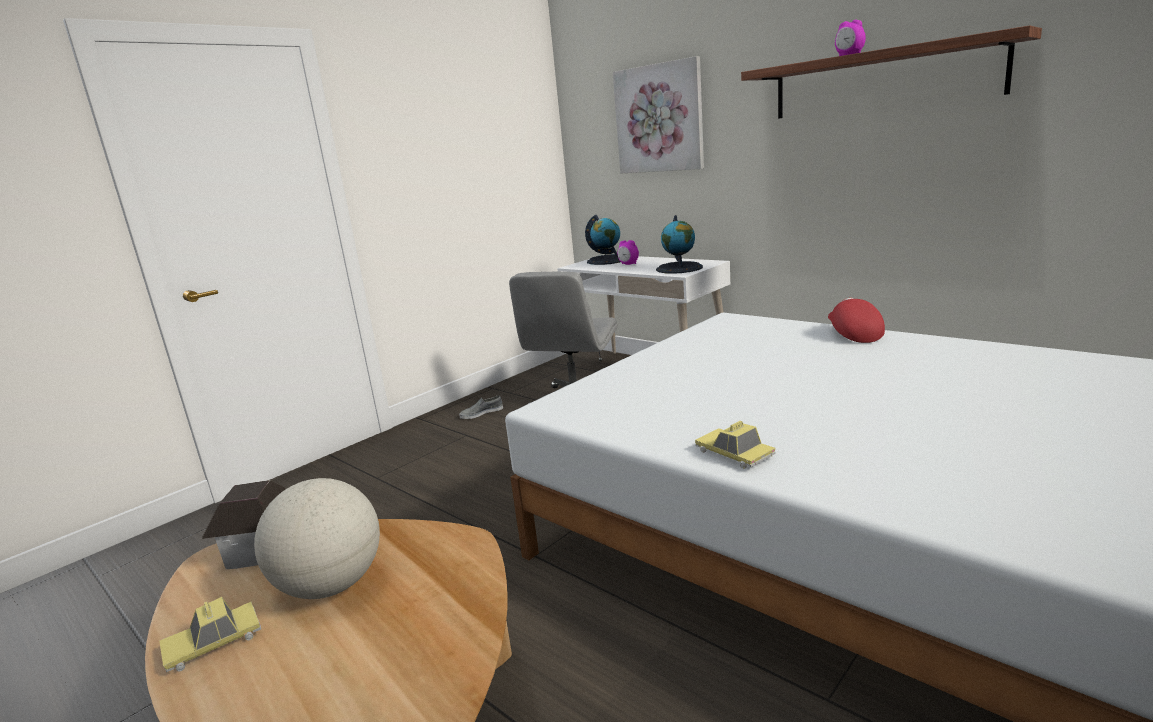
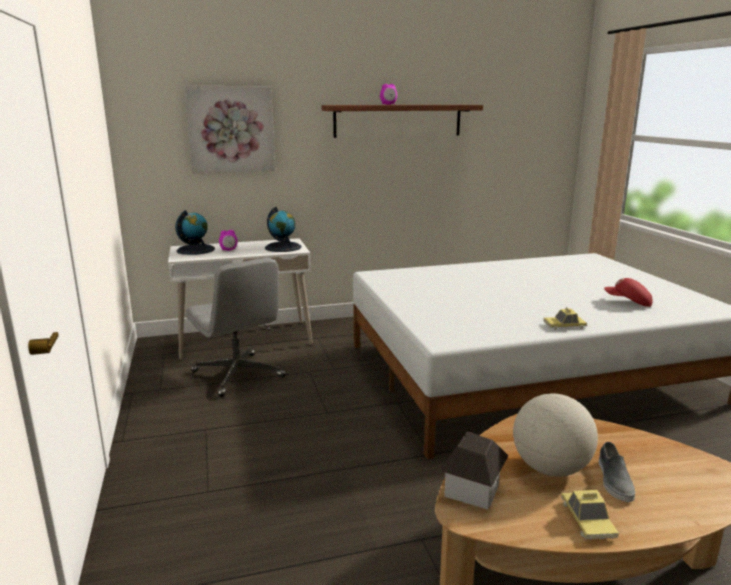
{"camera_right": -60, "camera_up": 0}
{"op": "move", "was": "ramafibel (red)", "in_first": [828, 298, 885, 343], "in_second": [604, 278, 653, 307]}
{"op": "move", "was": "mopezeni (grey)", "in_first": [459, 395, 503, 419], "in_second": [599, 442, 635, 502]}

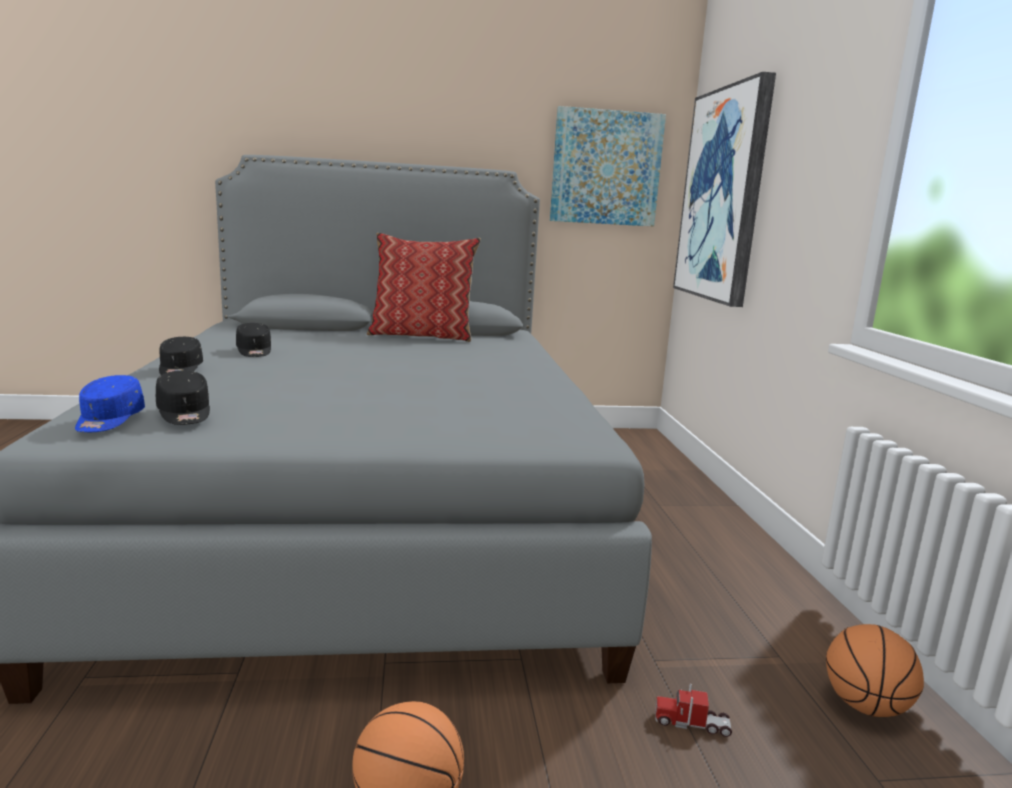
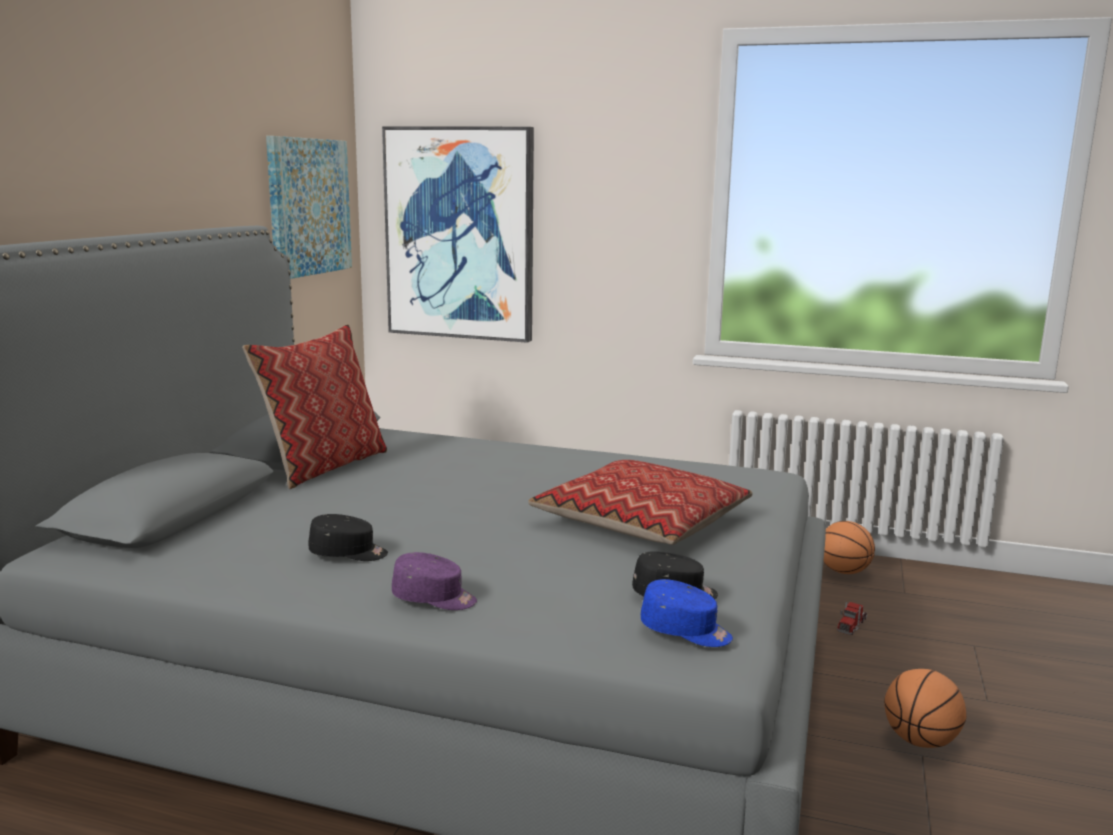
{"camera_right": -65, "camera_up": 0}
{"op": "recolor", "was": "ramafibel (black)", "now": "ramafibel (purple)", "in_first": [159, 337, 203, 375], "in_second": [392, 552, 477, 610]}
{"op": "insert", "now": "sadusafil", "in_second": [528, 460, 753, 545]}

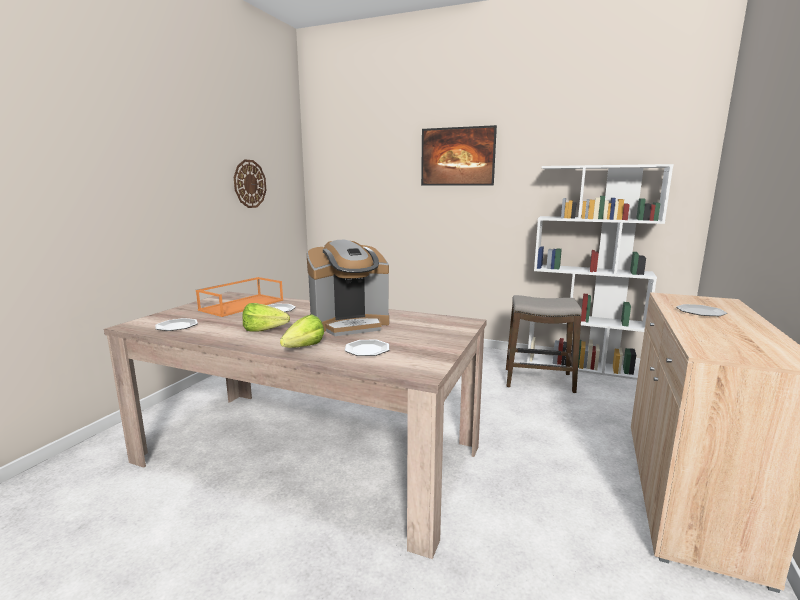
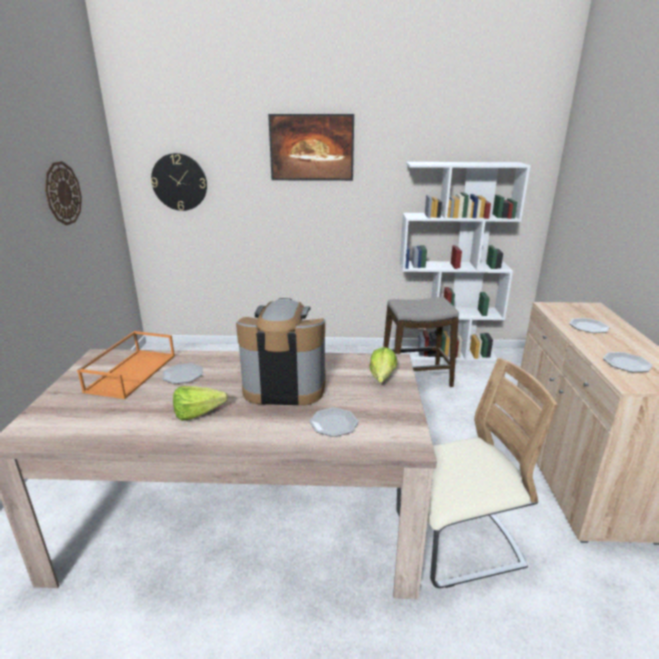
{"camera_right": -20, "camera_up": 10}
{"op": "rotate", "was": "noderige", "in_first": [307, 240, 389, 336], "in_second": [236, 298, 325, 405], "clockwise": -135}
{"op": "move", "was": "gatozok", "in_first": [280, 314, 324, 348], "in_second": [370, 347, 397, 383]}
{"op": "move", "was": "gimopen", "in_first": [155, 318, 198, 331], "in_second": [603, 352, 652, 372]}
{"op": "insert", "now": "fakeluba", "in_second": [151, 153, 207, 211]}
{"op": "insert", "now": "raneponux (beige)", "in_second": [396, 358, 557, 588]}

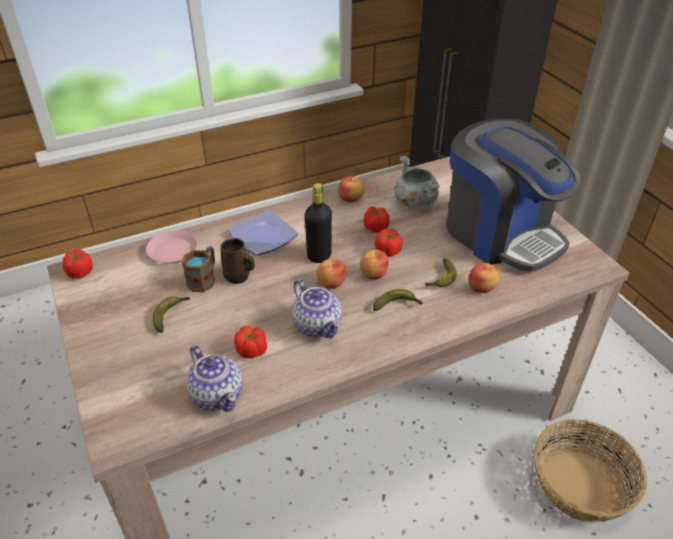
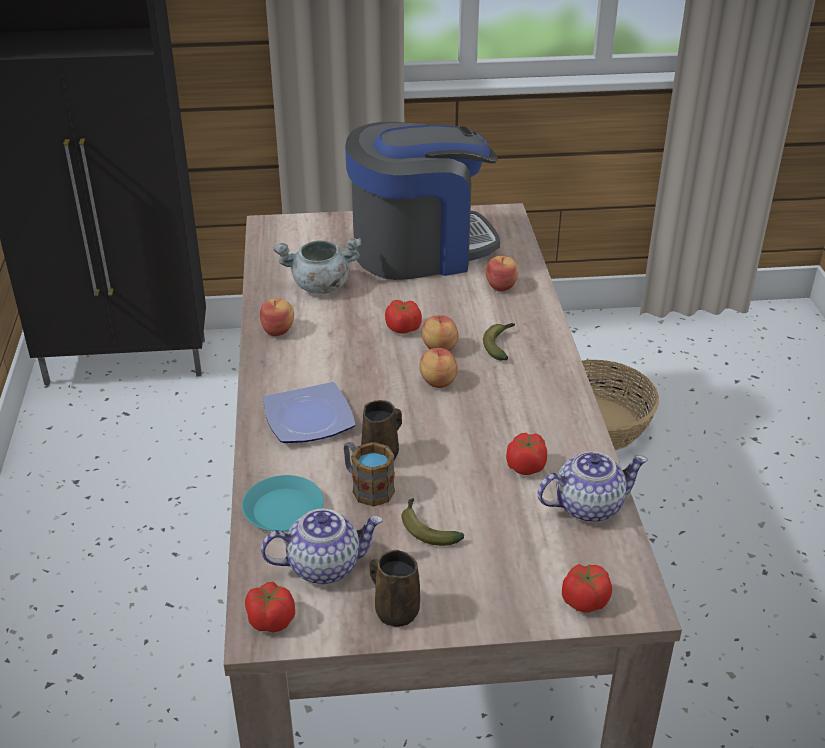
{"camera_right": -70, "camera_up": -5}
{"op": "delete", "was": "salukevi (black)", "in_first": [305, 183, 332, 263]}
{"op": "move", "was": "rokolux", "in_first": [364, 206, 390, 233], "in_second": [562, 564, 612, 613]}
{"op": "recolor", "was": "gimopen (pink)", "now": "gimopen (turquoise)", "in_first": [146, 230, 198, 264], "in_second": [242, 475, 324, 532]}
{"op": "delete", "was": "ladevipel", "in_first": [425, 258, 457, 287]}
{"op": "move", "was": "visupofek", "in_first": [292, 279, 342, 338], "in_second": [261, 509, 383, 584]}
{"op": "insert", "now": "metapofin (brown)", "in_second": [370, 550, 420, 627]}

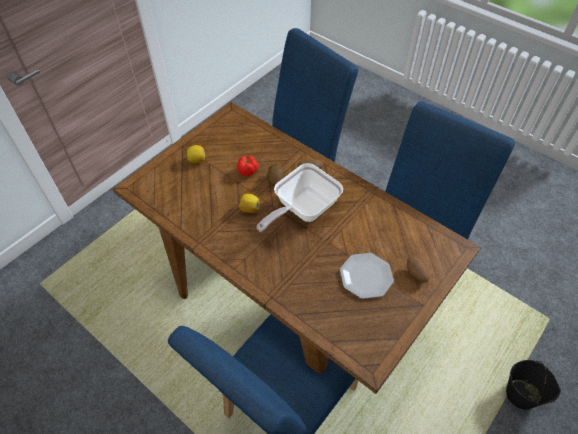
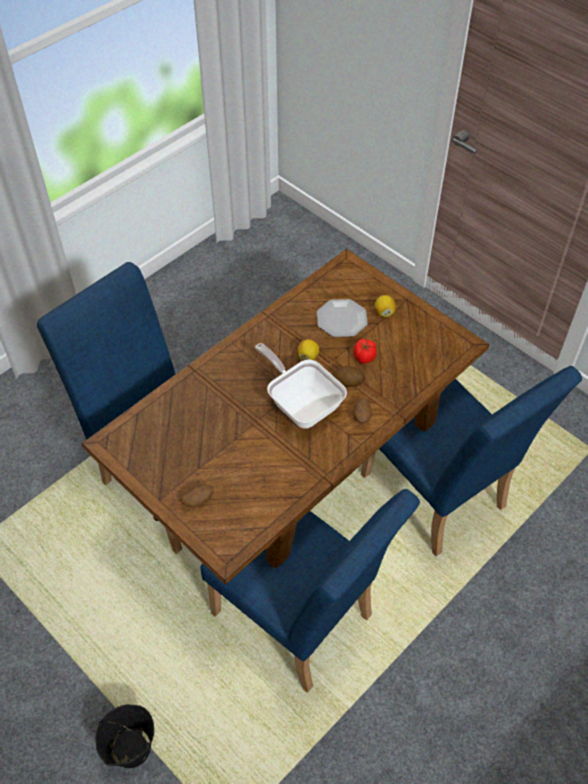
{"camera_right": 95, "camera_up": 0}
{"op": "move", "was": "gimopen", "in_first": [340, 253, 394, 299], "in_second": [317, 299, 368, 337]}

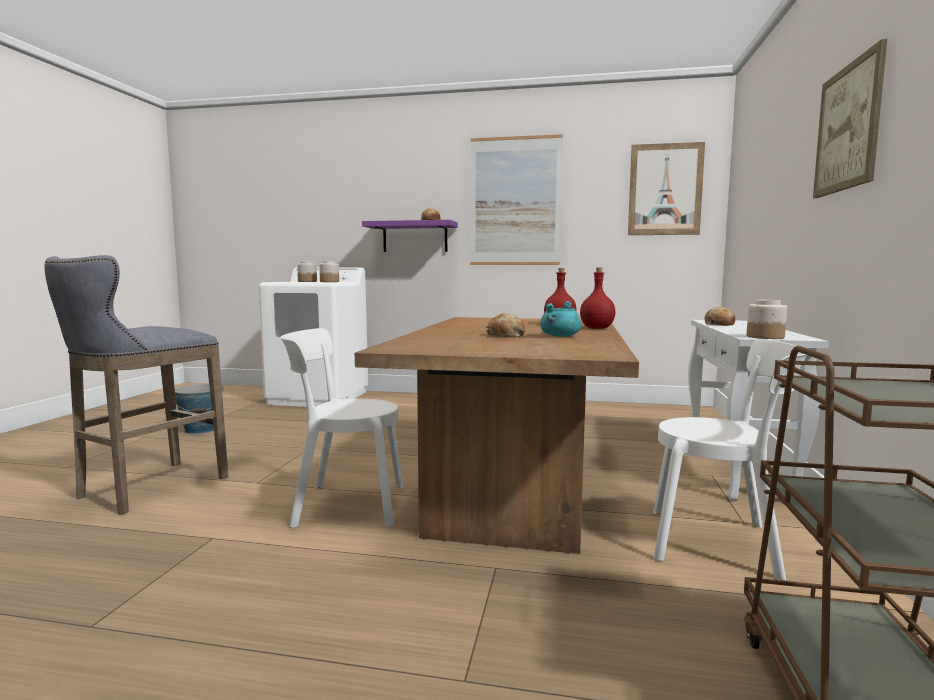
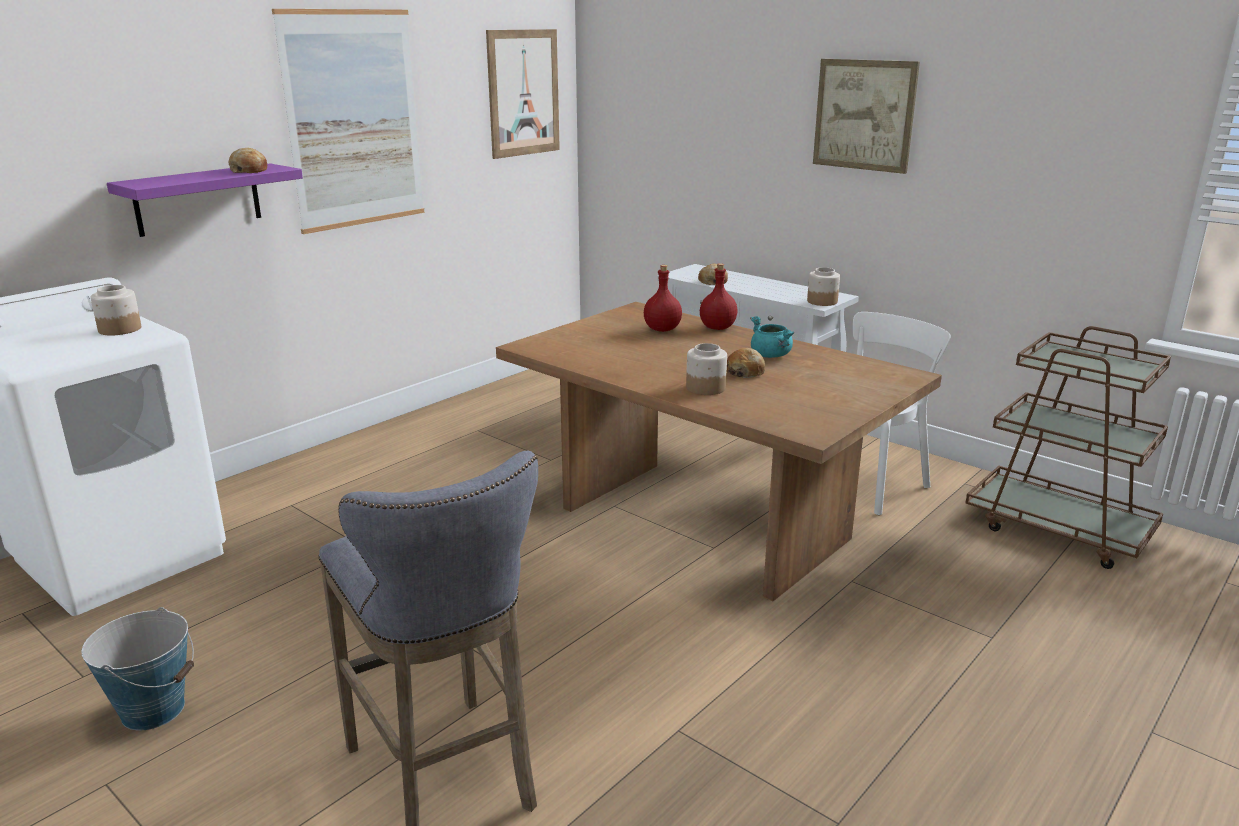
{"camera_right": -60, "camera_up": 15}
{"op": "move", "was": "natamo", "in_first": [297, 261, 317, 282], "in_second": [686, 343, 727, 395]}
{"op": "delete", "was": "raneponux (white)", "in_first": [280, 328, 404, 528]}

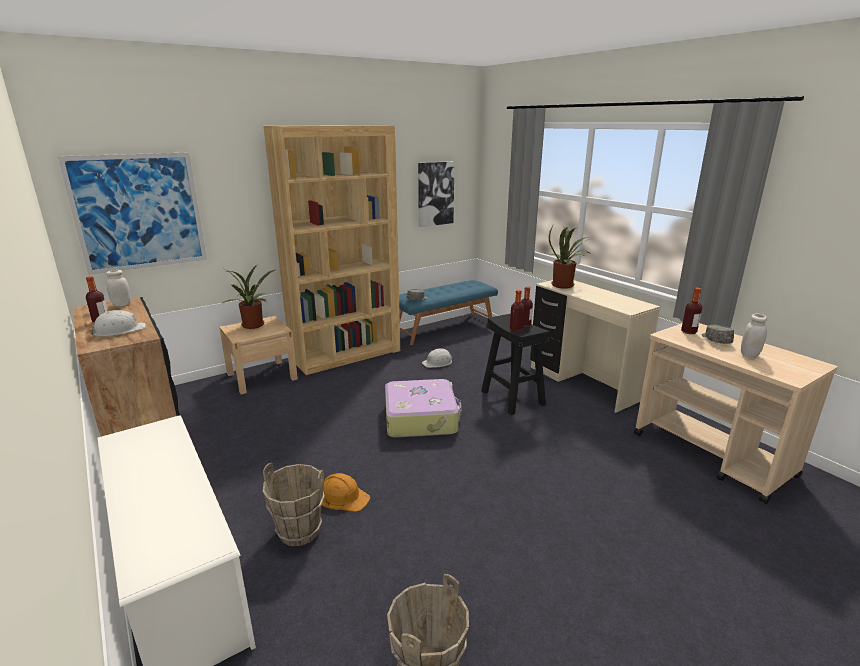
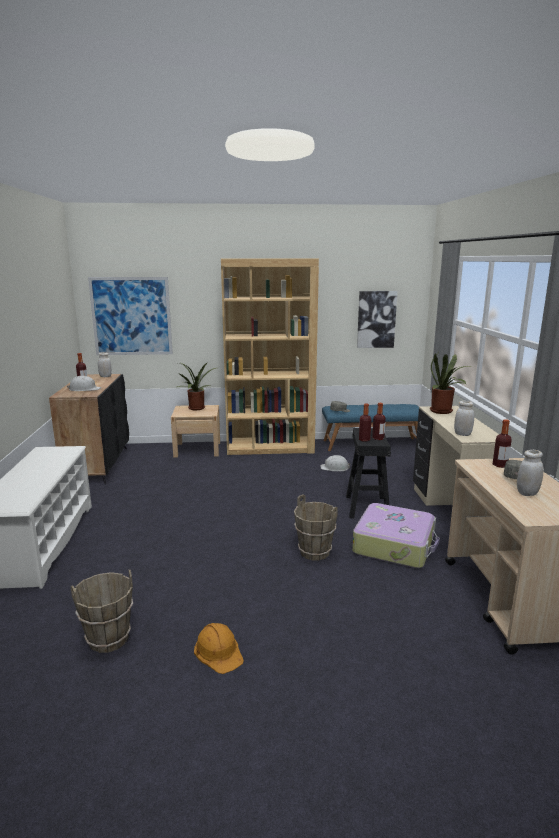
{"camera_right": 30, "camera_up": -5}
{"op": "move", "was": "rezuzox", "in_first": [385, 379, 462, 438], "in_second": [352, 503, 440, 568]}
{"op": "move", "was": "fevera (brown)", "in_first": [262, 463, 325, 546], "in_second": [294, 494, 338, 560]}
{"op": "move", "was": "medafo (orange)", "in_first": [322, 473, 370, 512], "in_second": [194, 623, 244, 674]}
{"op": "insert", "now": "natamo (white)", "in_second": [454, 401, 475, 436]}

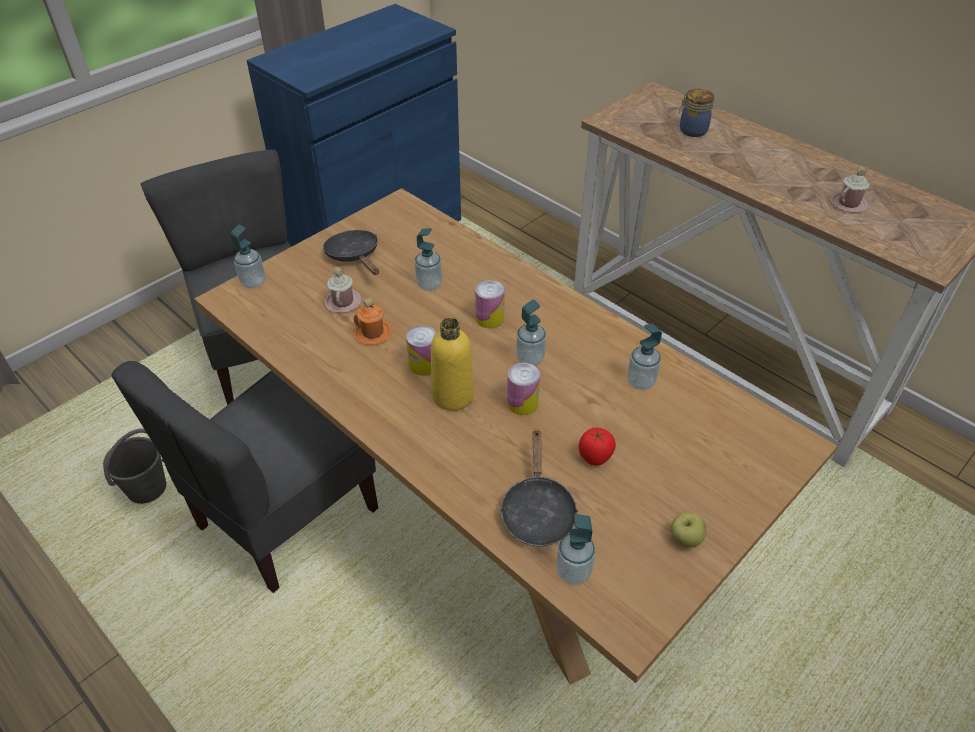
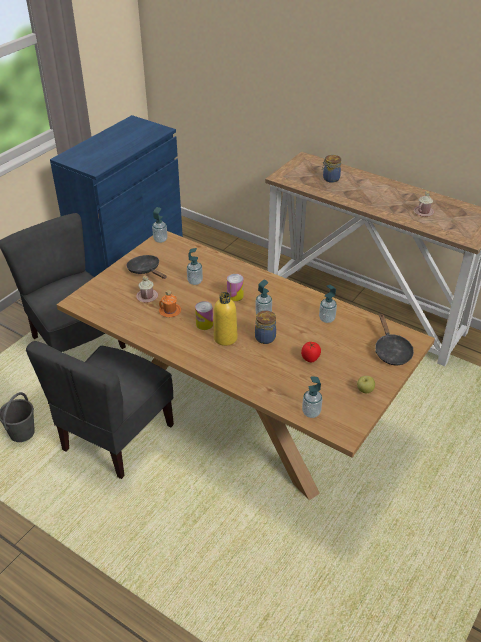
{"camera_right": -10, "camera_up": -5}
{"op": "move", "was": "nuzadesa", "in_first": [231, 225, 265, 288], "in_second": [152, 207, 167, 243]}
{"op": "replace", "was": "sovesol", "now": "natamo", "in_first": [507, 363, 540, 415], "in_second": [255, 310, 276, 344]}
{"op": "move", "was": "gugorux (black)", "in_first": [500, 429, 578, 547], "in_second": [375, 314, 414, 365]}

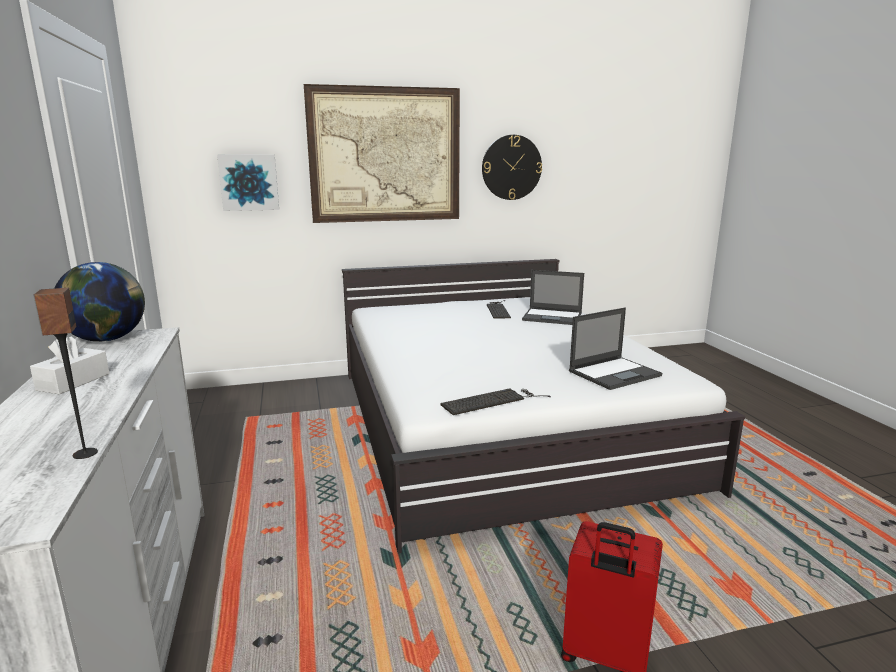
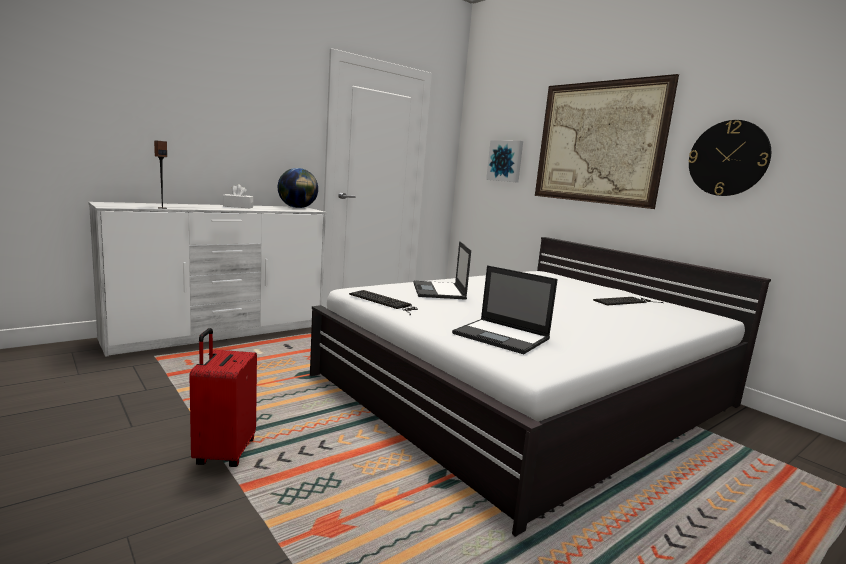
{"camera_right": 65, "camera_up": -5}
{"op": "move", "was": "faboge", "in_first": [522, 270, 584, 325], "in_second": [414, 241, 471, 300]}

